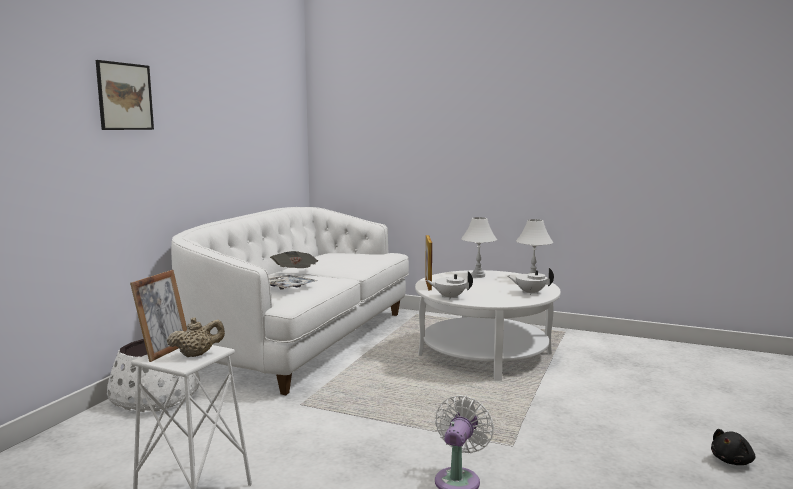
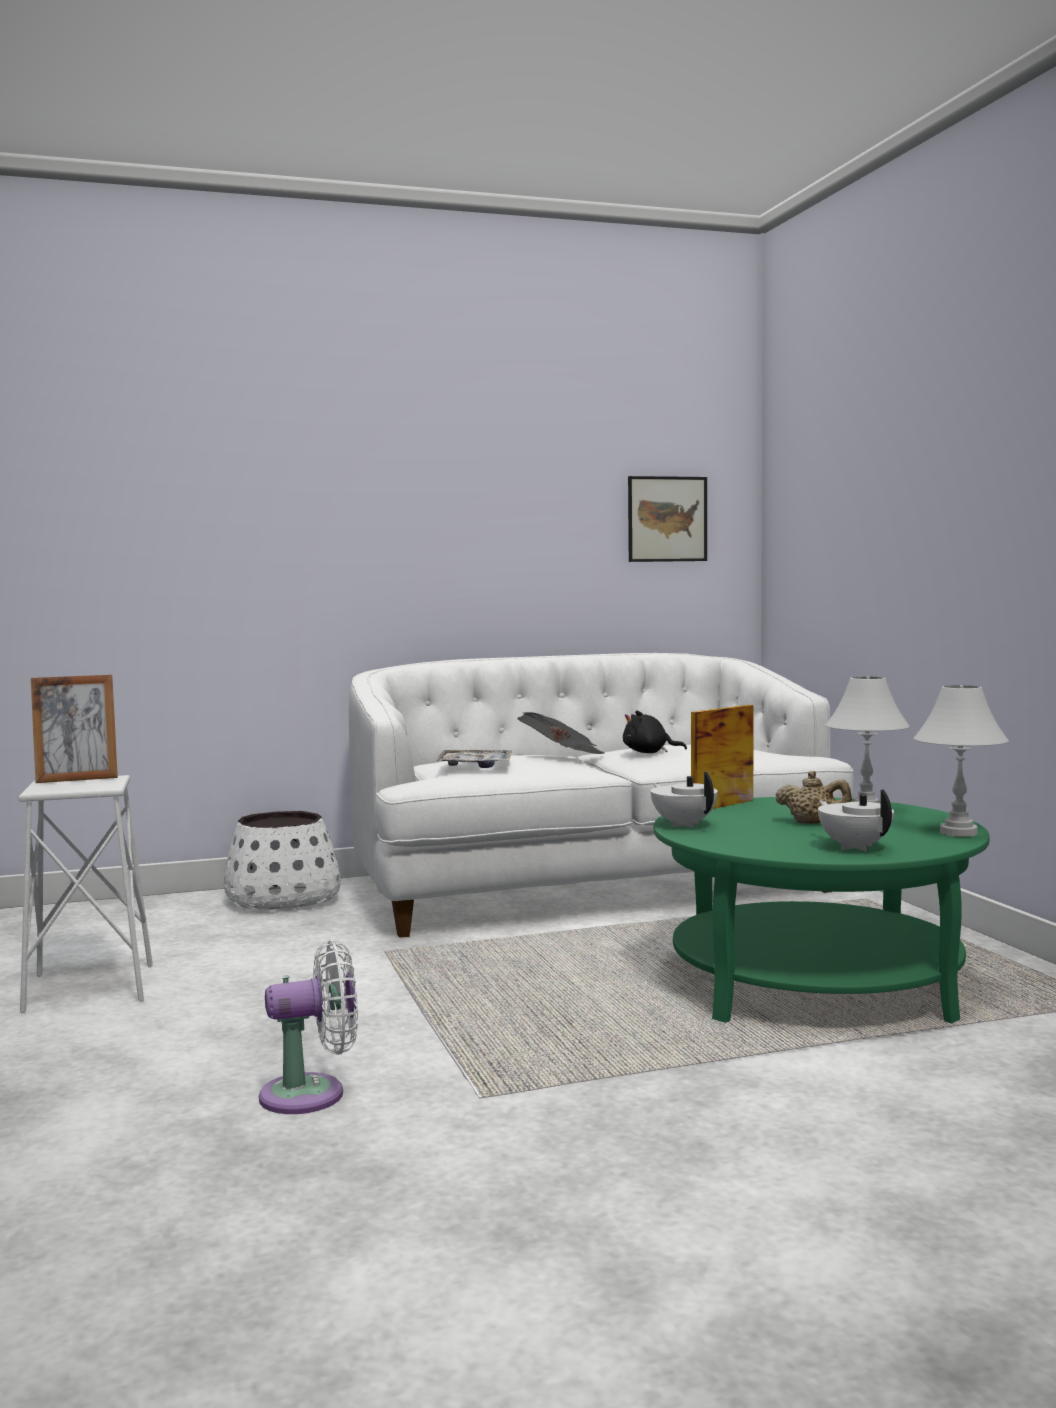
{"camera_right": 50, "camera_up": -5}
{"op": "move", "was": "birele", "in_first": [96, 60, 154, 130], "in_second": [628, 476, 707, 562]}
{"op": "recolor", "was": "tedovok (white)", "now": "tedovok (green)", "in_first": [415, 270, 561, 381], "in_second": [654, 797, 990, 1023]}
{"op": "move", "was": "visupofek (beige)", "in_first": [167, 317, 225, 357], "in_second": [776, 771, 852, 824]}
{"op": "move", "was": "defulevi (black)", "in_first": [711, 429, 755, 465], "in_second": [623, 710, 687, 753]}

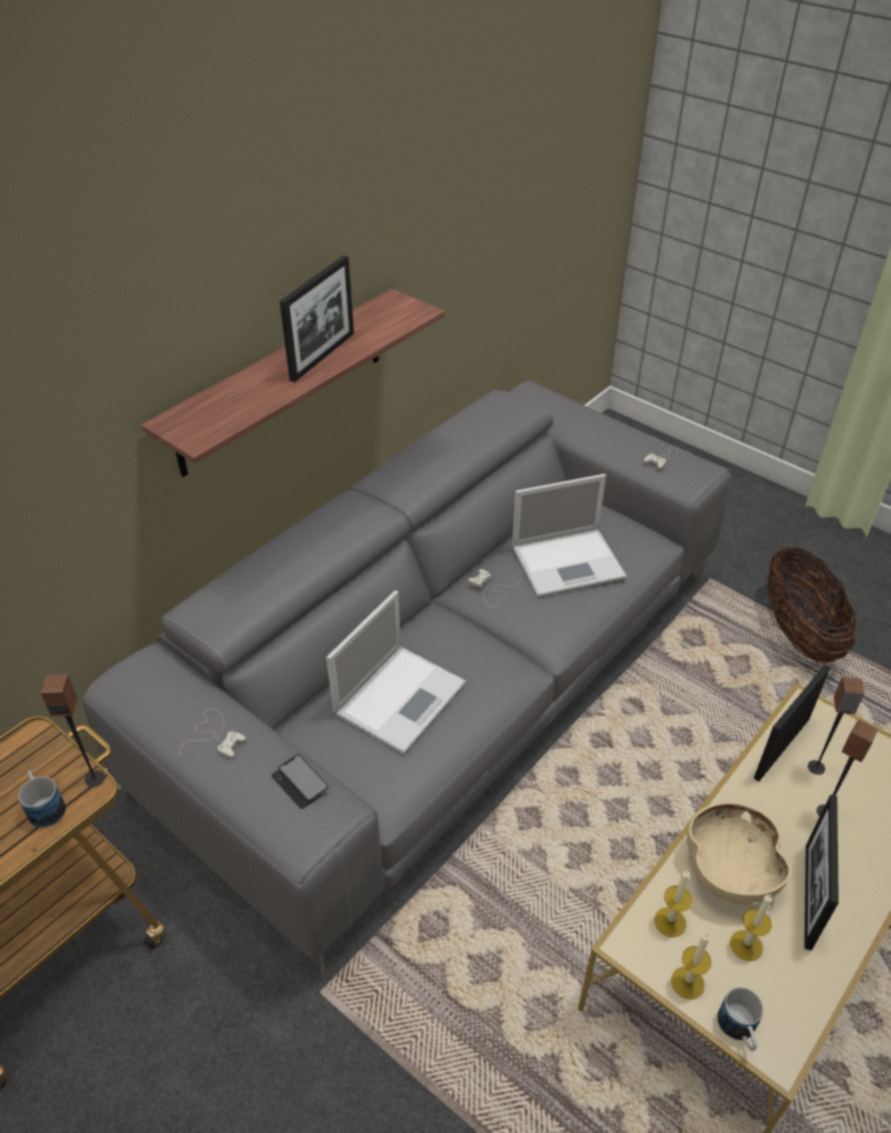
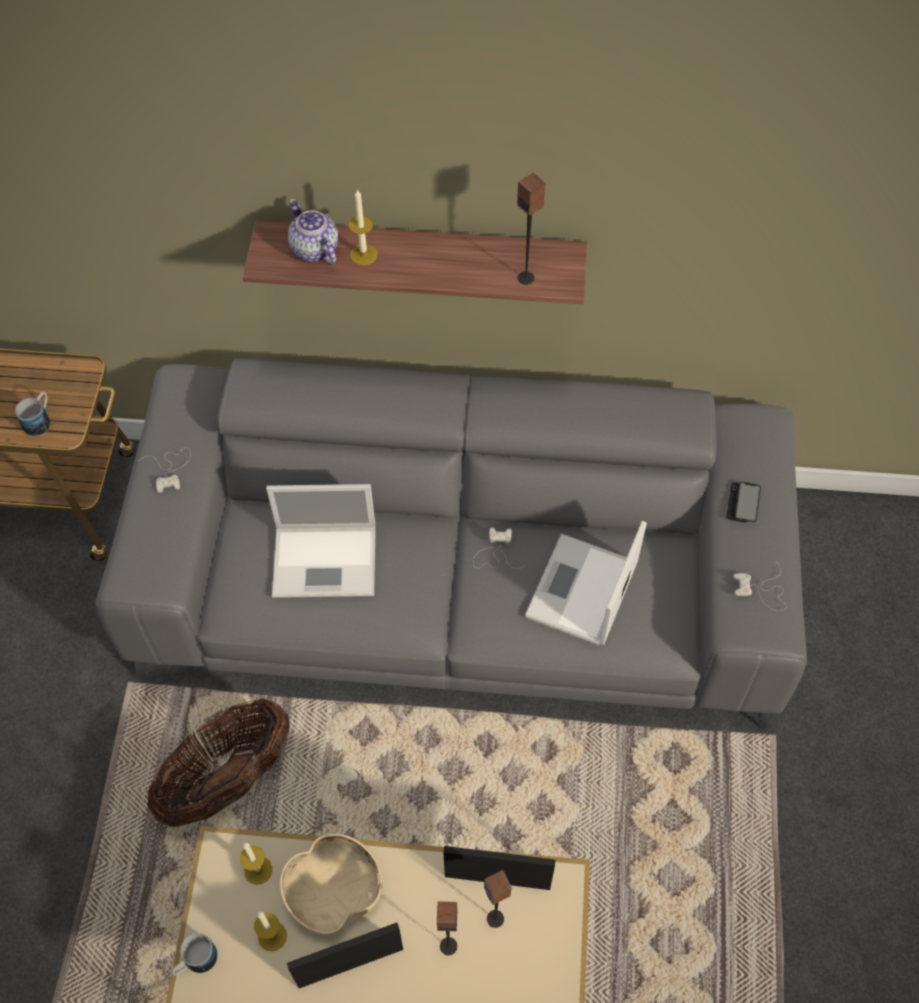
{"camera_right": 55, "camera_up": 15}
{"op": "delete", "was": "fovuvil", "in_first": [280, 255, 354, 382]}
{"op": "rotate", "was": "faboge", "in_first": [512, 474, 627, 597], "in_second": [525, 521, 647, 645], "clockwise": 75}
{"op": "move", "was": "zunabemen", "in_first": [767, 547, 856, 662], "in_second": [148, 698, 290, 827]}
{"op": "move", "was": "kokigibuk", "in_first": [41, 674, 105, 787], "in_second": [517, 173, 546, 285]}
{"op": "move", "was": "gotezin", "in_first": [272, 754, 329, 809], "in_second": [726, 482, 761, 523]}
{"op": "move", "was": "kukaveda", "in_first": [671, 933, 712, 999], "in_second": [349, 189, 378, 265]}
{"op": "insert", "now": "visupofek", "in_second": [288, 199, 338, 265]}

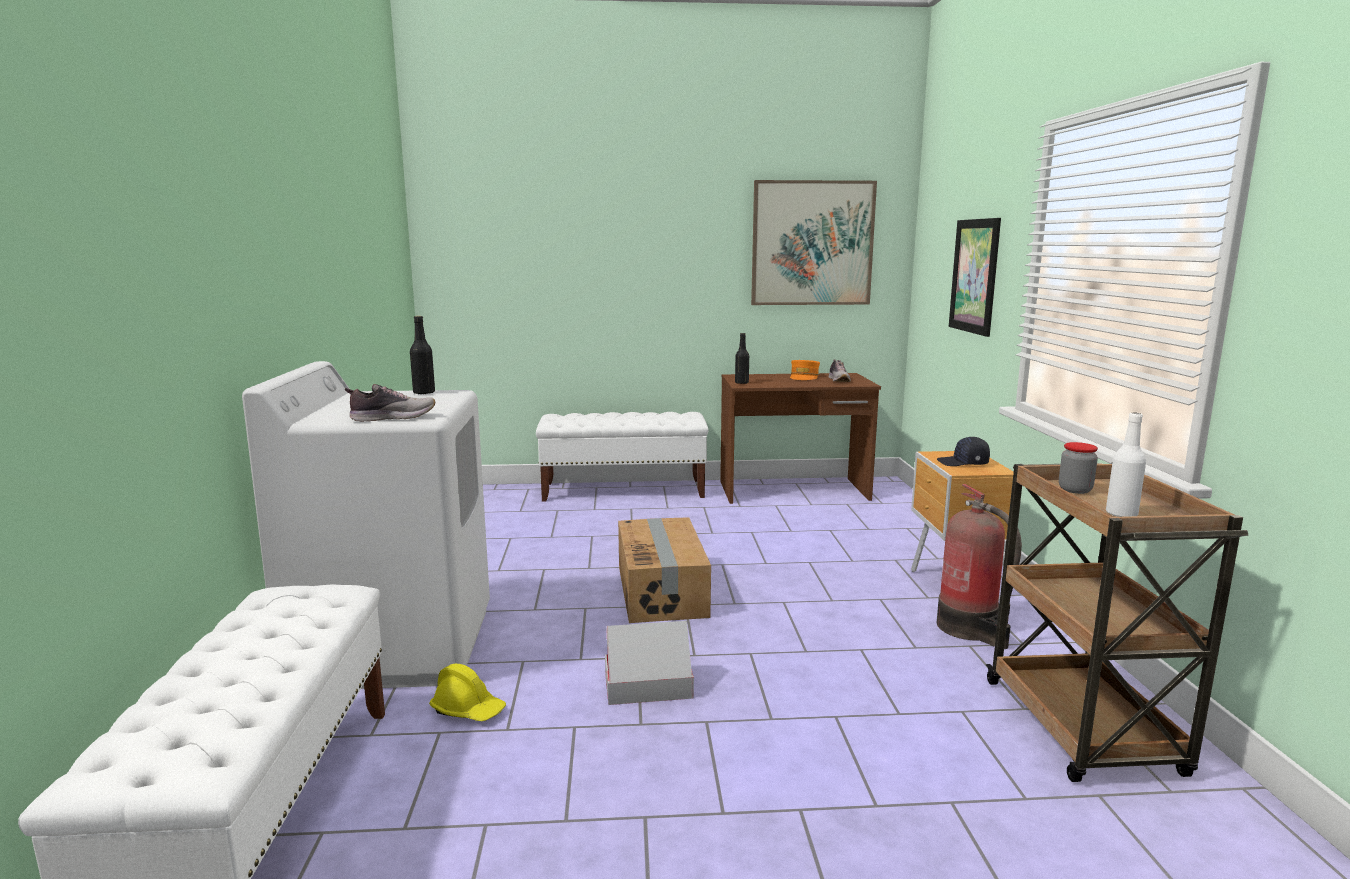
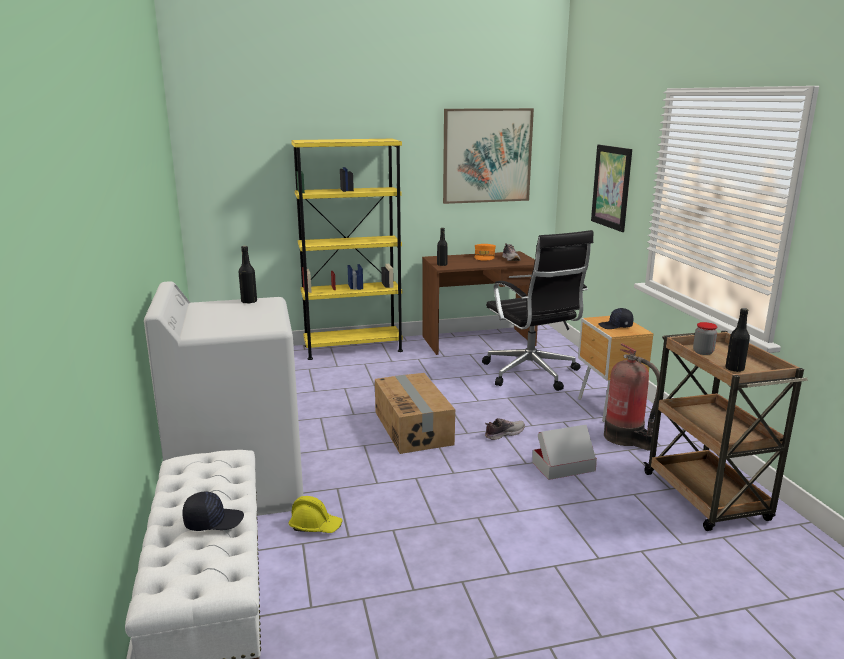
{"camera_right": -10, "camera_up": 5}
{"op": "move", "was": "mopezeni", "in_first": [344, 384, 435, 422], "in_second": [485, 418, 525, 440]}
{"op": "replace", "was": "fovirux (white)", "now": "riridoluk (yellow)", "in_first": [536, 412, 708, 501], "in_second": [291, 139, 403, 360]}
{"op": "recolor", "was": "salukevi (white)", "now": "salukevi (black)", "in_first": [1106, 412, 1146, 517], "in_second": [726, 308, 750, 372]}
{"op": "move", "was": "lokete", "in_first": [605, 621, 694, 705], "in_second": [532, 424, 597, 480]}
{"op": "insert", "now": "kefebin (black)", "in_second": [482, 230, 593, 391]}
{"op": "insert", "now": "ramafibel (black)", "in_second": [182, 492, 244, 531]}

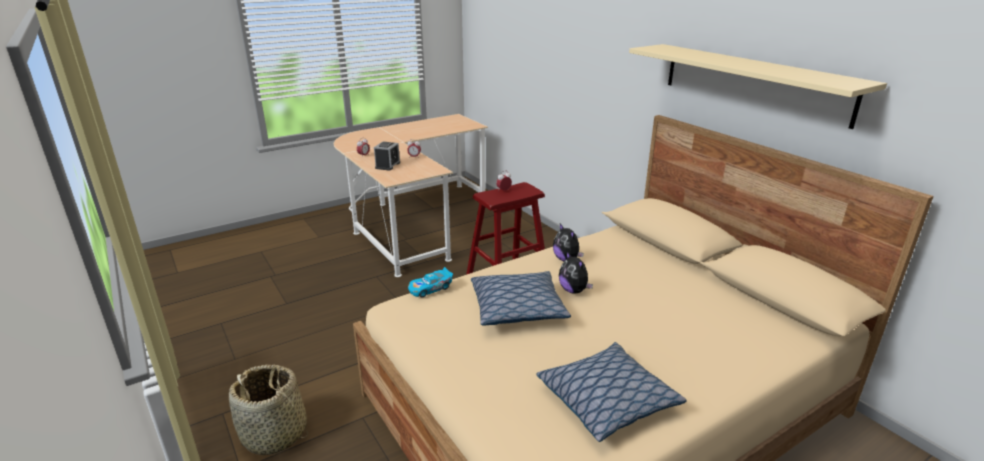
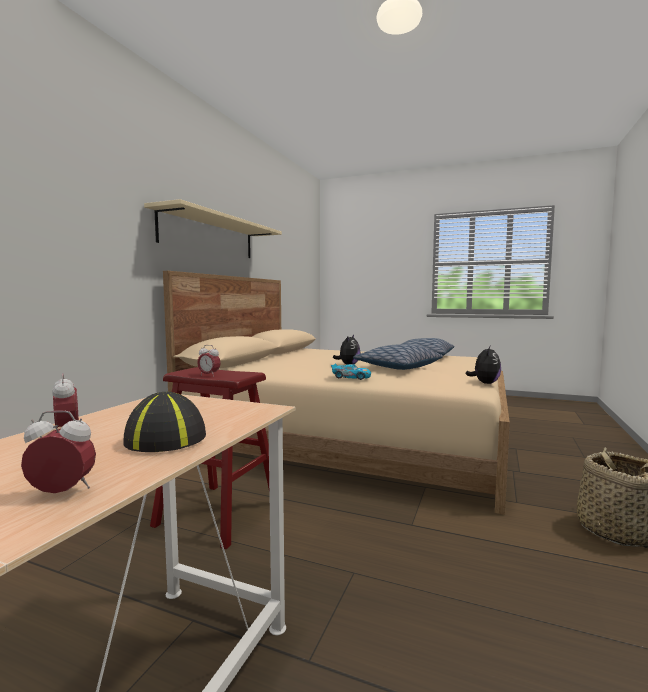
{"camera_right": -125, "camera_up": -20}
{"op": "replace", "was": "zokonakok", "now": "ramafibel", "in_first": [374, 142, 400, 171], "in_second": [123, 391, 206, 452]}
{"op": "move", "was": "defulevi", "in_first": [553, 224, 584, 261], "in_second": [466, 346, 501, 384]}
{"op": "move", "was": "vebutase", "in_first": [408, 267, 453, 298], "in_second": [331, 363, 371, 380]}

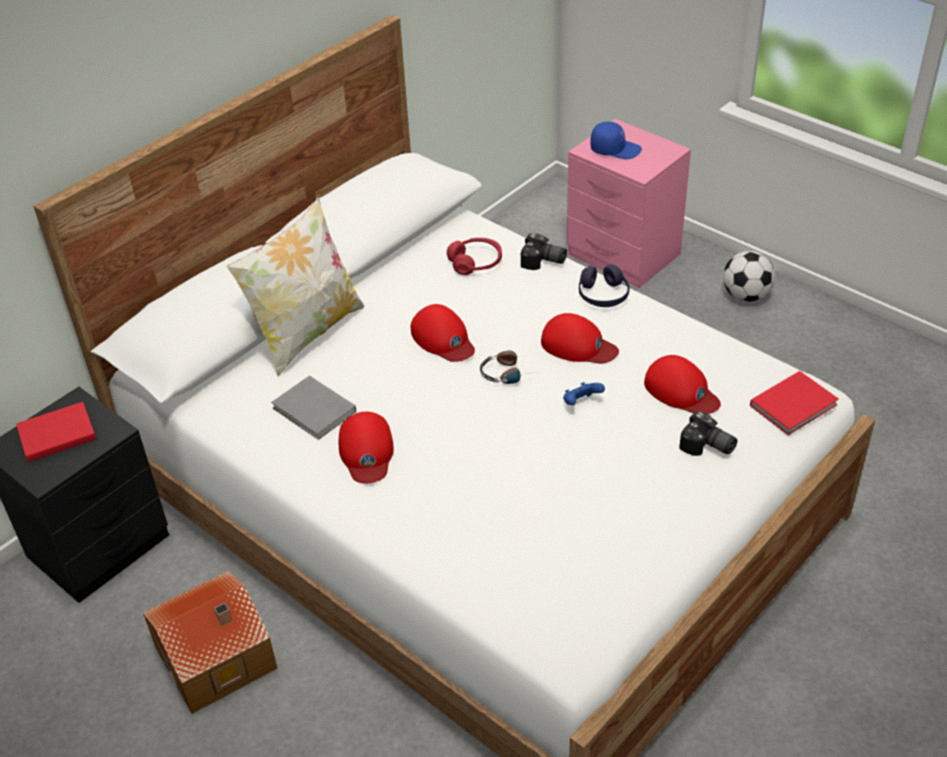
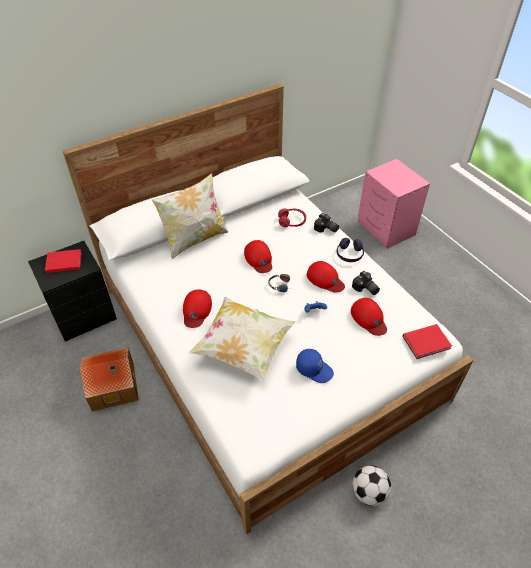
{"camera_right": 15, "camera_up": 5}
{"op": "move", "was": "ramafibel (blue)", "in_first": [590, 122, 642, 159], "in_second": [296, 349, 334, 383]}
{"op": "move", "was": "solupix", "in_first": [723, 251, 775, 302], "in_second": [353, 465, 391, 506]}
{"op": "delete", "was": "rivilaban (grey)", "in_first": [271, 375, 356, 440]}
{"op": "move", "was": "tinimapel", "in_first": [679, 411, 738, 456], "in_second": [352, 271, 380, 295]}
{"op": "insert", "now": "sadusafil", "in_second": [189, 297, 296, 381]}

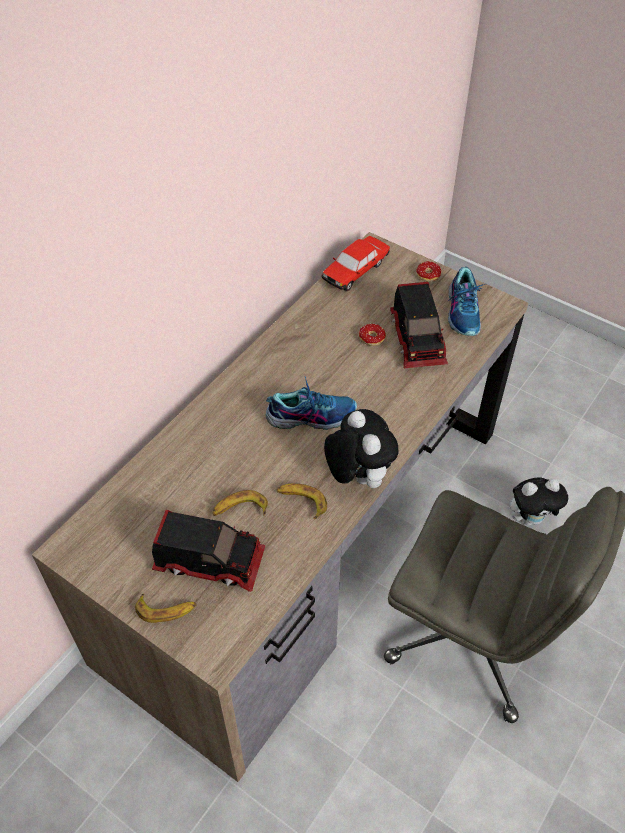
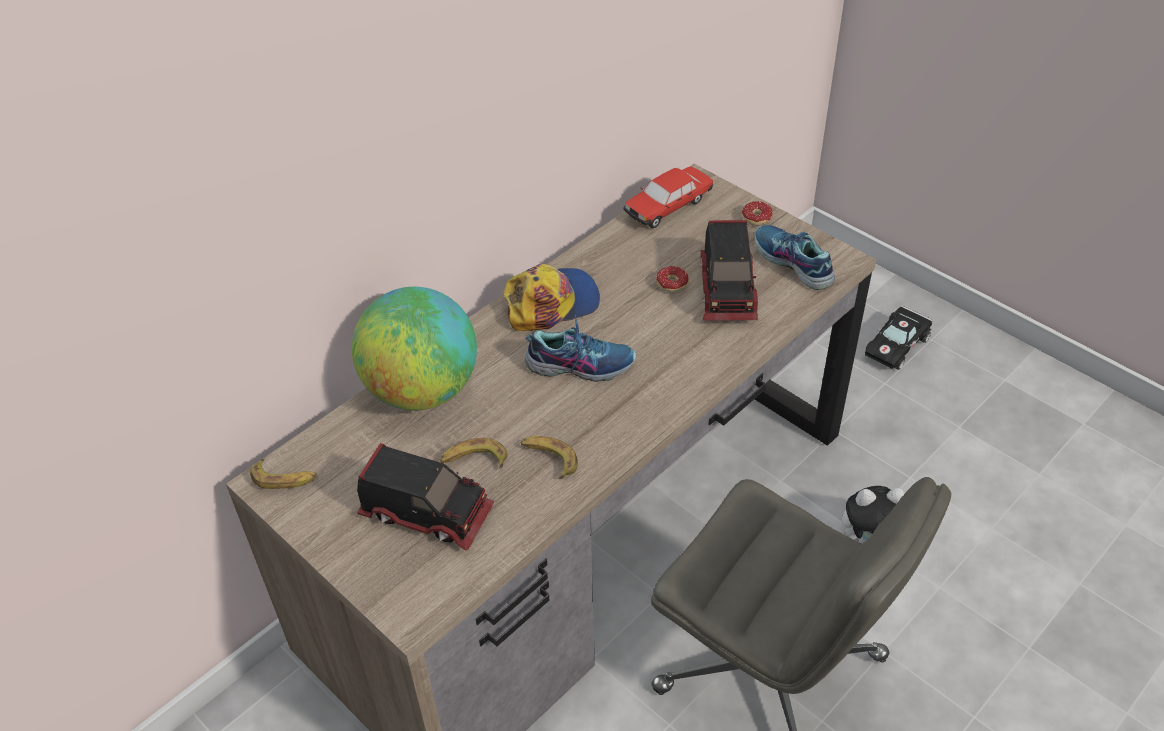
{"camera_right": 10, "camera_up": -5}
{"op": "rotate", "was": "mopezeni", "in_first": [448, 266, 484, 336], "in_second": [755, 225, 835, 290], "clockwise": 135}
{"op": "delete", "was": "defulevi", "in_first": [324, 409, 398, 488]}
{"op": "move", "was": "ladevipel", "in_first": [135, 593, 197, 623], "in_second": [250, 459, 317, 489]}
{"op": "insert", "now": "ramafibel", "in_second": [503, 264, 600, 331]}
{"op": "insert", "now": "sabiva", "in_second": [352, 287, 477, 410]}
{"op": "insert", "now": "vebutase (black)", "in_second": [865, 306, 933, 370]}

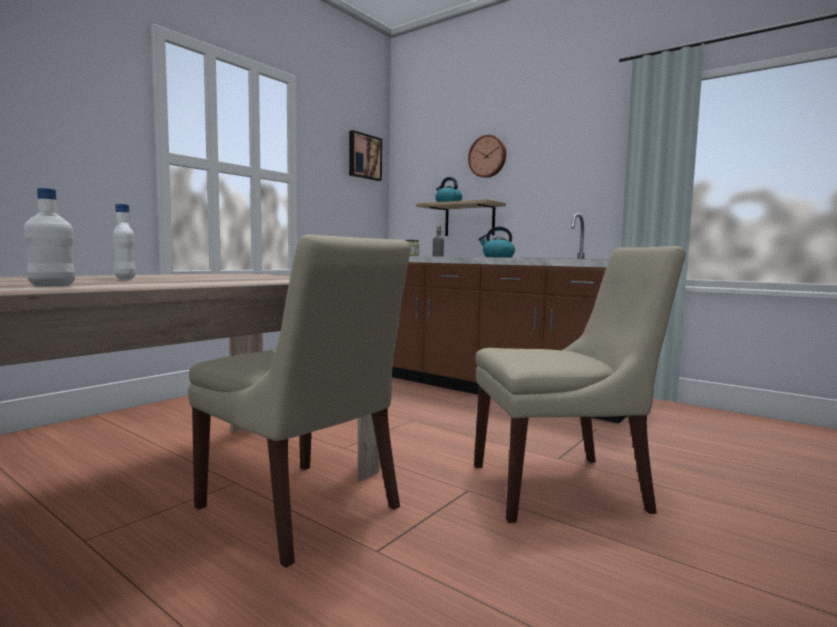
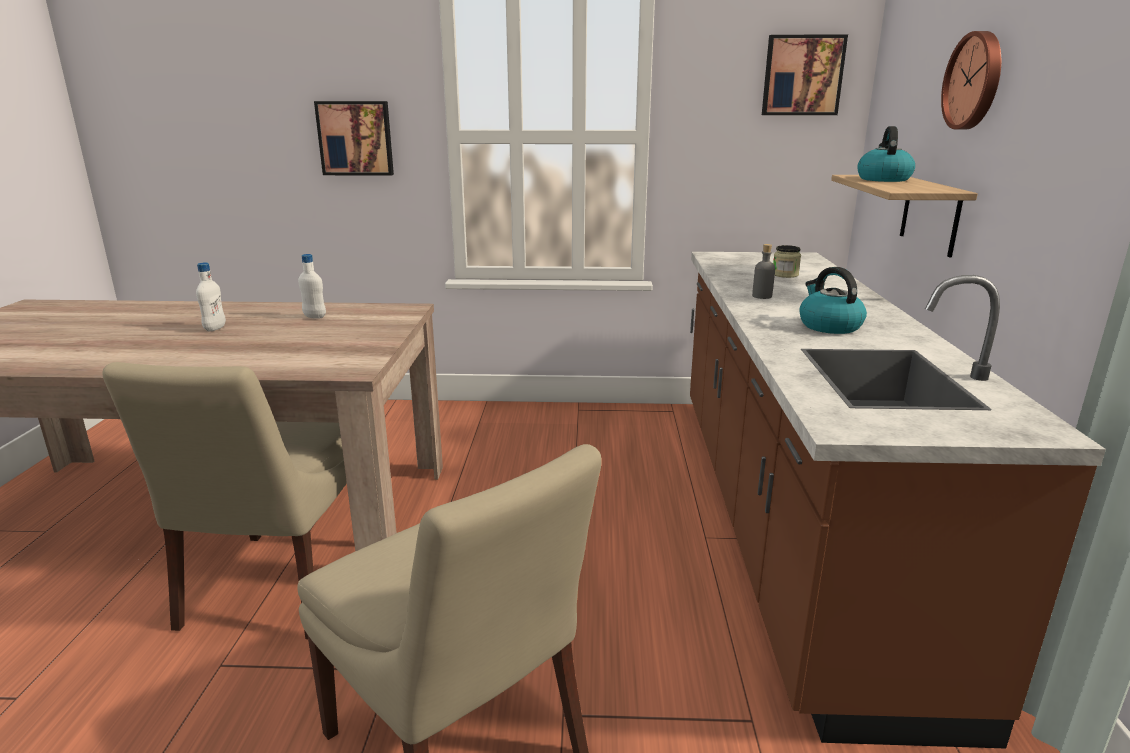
{"camera_right": 55, "camera_up": 15}
{"op": "move", "was": "salukevi (white)", "in_first": [24, 188, 75, 286], "in_second": [298, 254, 326, 319]}
{"op": "insert", "now": "birele", "in_second": [314, 101, 394, 176]}

